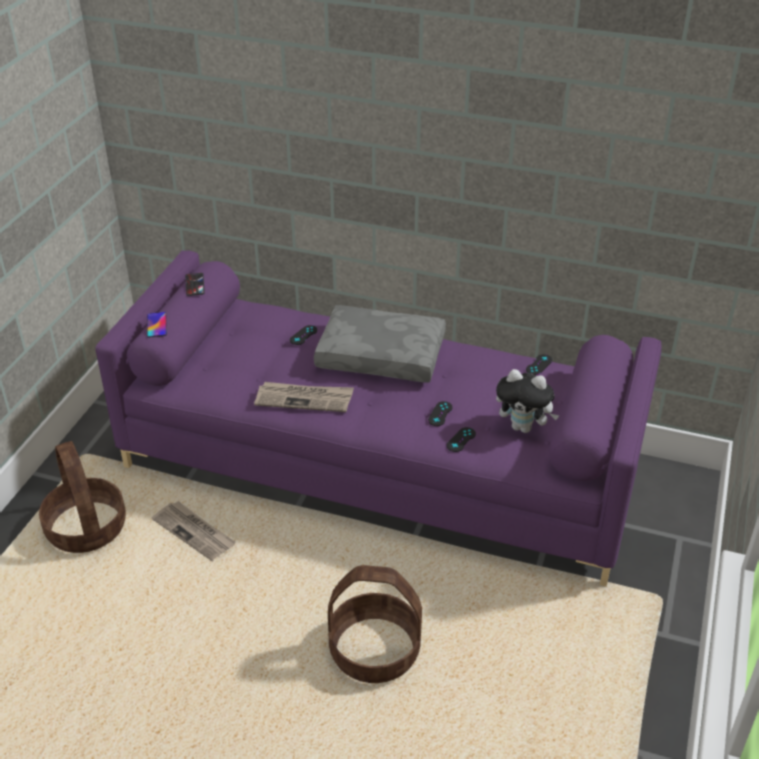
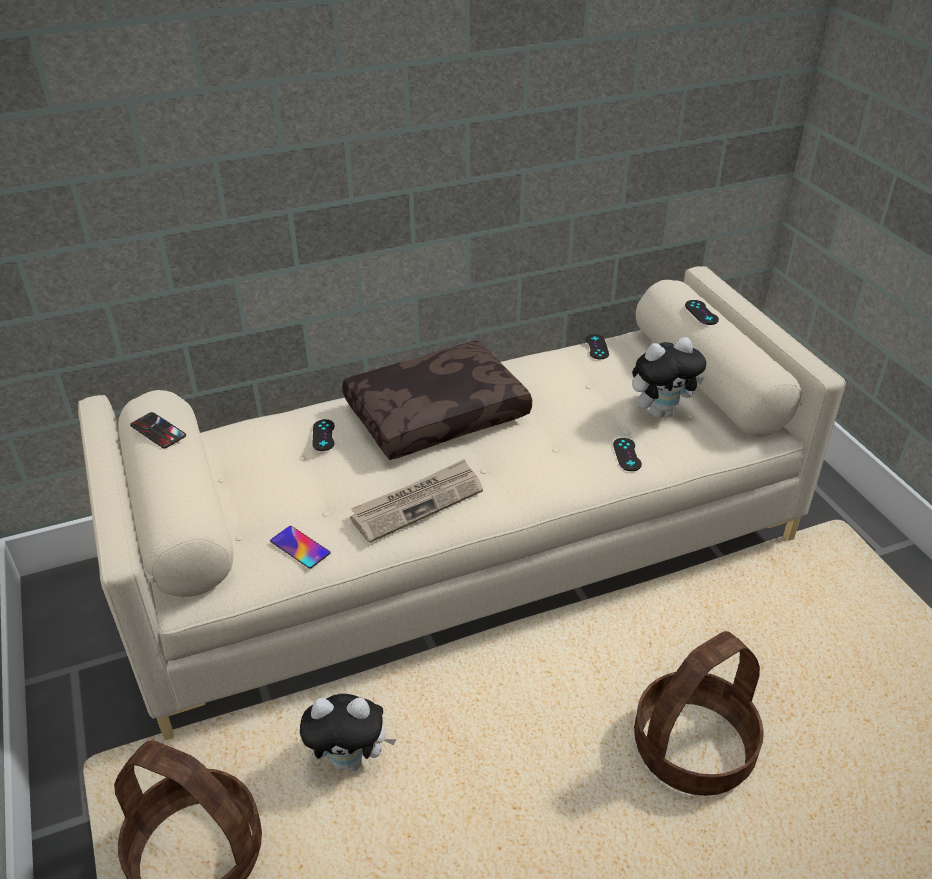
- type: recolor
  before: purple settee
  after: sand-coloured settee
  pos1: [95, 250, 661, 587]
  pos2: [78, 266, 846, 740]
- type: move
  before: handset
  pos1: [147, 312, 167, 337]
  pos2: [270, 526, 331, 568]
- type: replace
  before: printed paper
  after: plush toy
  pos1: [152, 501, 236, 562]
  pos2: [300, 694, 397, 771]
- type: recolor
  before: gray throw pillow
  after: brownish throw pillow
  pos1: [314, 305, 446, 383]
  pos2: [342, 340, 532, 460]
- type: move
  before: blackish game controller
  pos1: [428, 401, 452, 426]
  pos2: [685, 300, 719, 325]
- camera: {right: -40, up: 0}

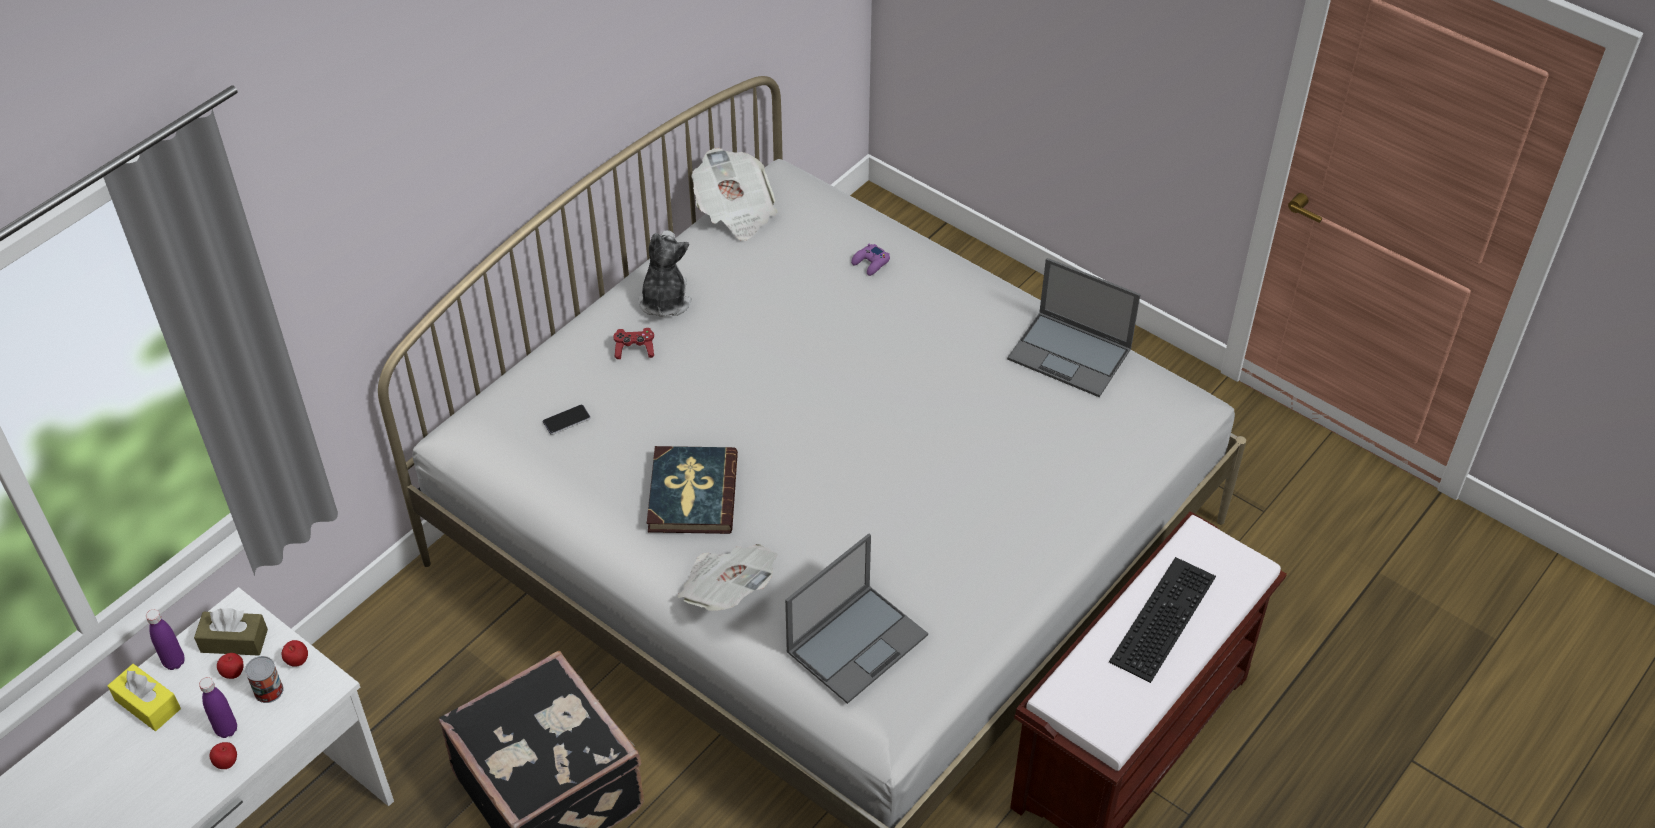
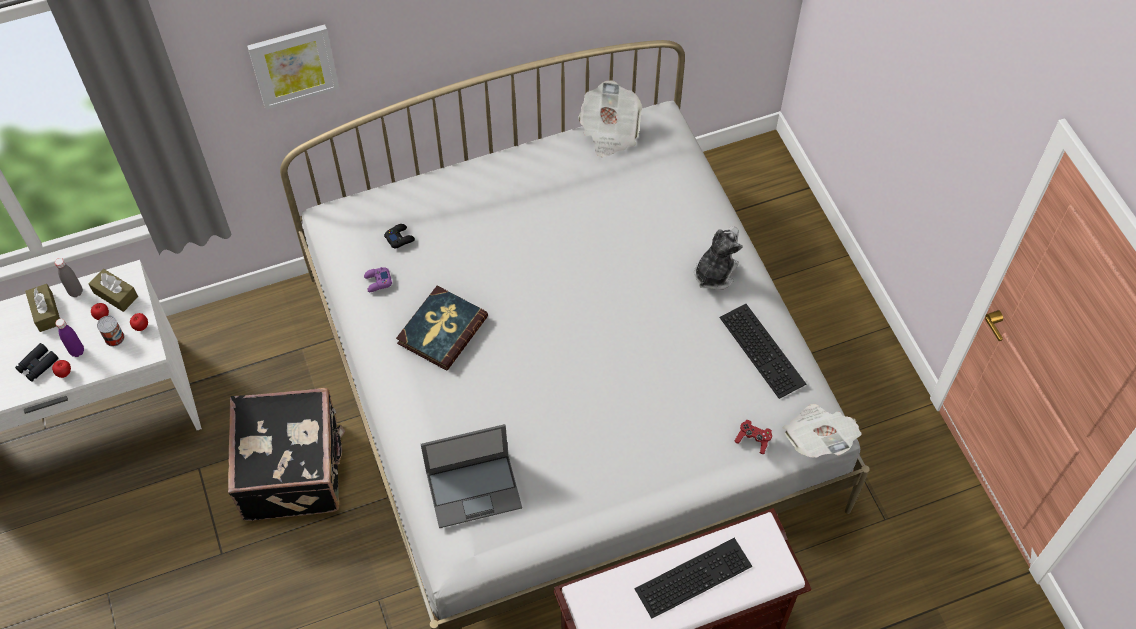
- type: insert
  after: blackish field glasses
  pos2: [15, 343, 59, 382]
- type: recolor
  before: yellow-coloured tissue holder
  after: brownish tissue holder
  pos1: [108, 664, 181, 731]
  pos2: [25, 284, 60, 332]
- type: recolor
  before: purple beverage bottle
  after: gray beverage bottle
  pos1: [146, 609, 185, 670]
  pos2: [55, 258, 83, 297]
- type: insert
  after: picture
  pos2: [247, 24, 339, 110]
- type: move
  before: purple game controller
  pos1: [851, 243, 890, 276]
  pos2: [364, 267, 392, 292]
- type: replace
  before: handset
  after: blackish game controller
  pos1: [543, 405, 591, 435]
  pos2: [384, 224, 415, 248]
- type: move
  before: plush toy
  pos1: [638, 230, 692, 317]
  pos2: [694, 226, 743, 290]
- type: replace
  before: notebook computer
  after: keyboard
  pos1: [1007, 258, 1141, 397]
  pos2: [720, 304, 806, 399]
- type: move
  before: red-coloured game controller
  pos1: [613, 328, 654, 359]
  pos2: [734, 420, 772, 454]
- type: move
  before: printed paper
  pos1: [677, 544, 778, 611]
  pos2: [782, 404, 862, 458]
- camera: {right: 30, up: 10}

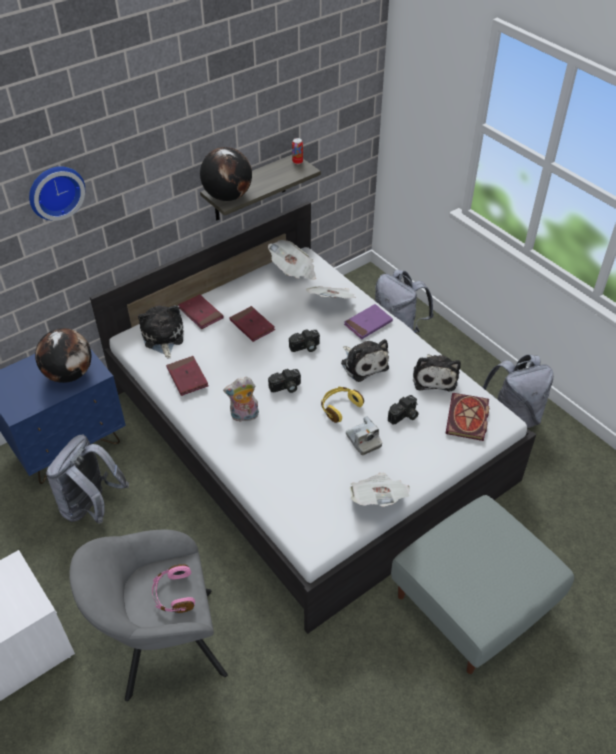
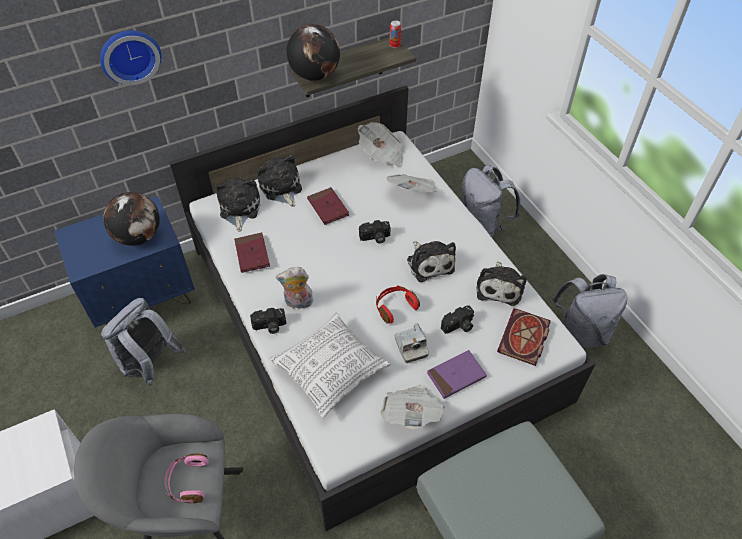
- type: move
  before: photo camera
  pos1: [268, 369, 301, 393]
  pos2: [250, 308, 286, 334]
- type: replace
  before: red-coloured volume
  after: plush toy
  pos1: [178, 294, 224, 329]
  pos2: [257, 155, 302, 207]
- type: insert
  after: throw pillow
  pos2: [269, 313, 391, 418]
- type: recolor
  before: yellow-coloured headset
  after: red-coloured headset
  pos1: [321, 387, 364, 423]
  pos2: [376, 285, 420, 324]
- type: move
  before: purple volume
  pos1: [344, 304, 393, 340]
  pos2: [427, 350, 487, 399]
- camera: {right: 10, up: 5}

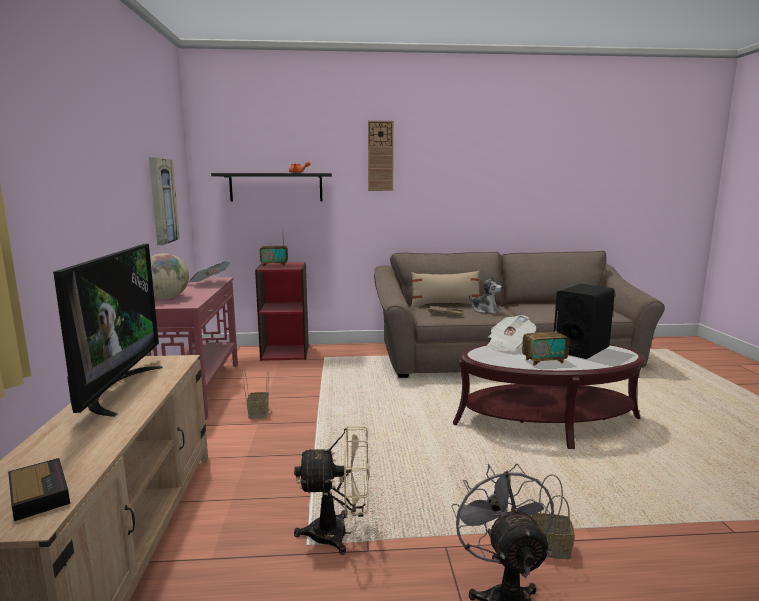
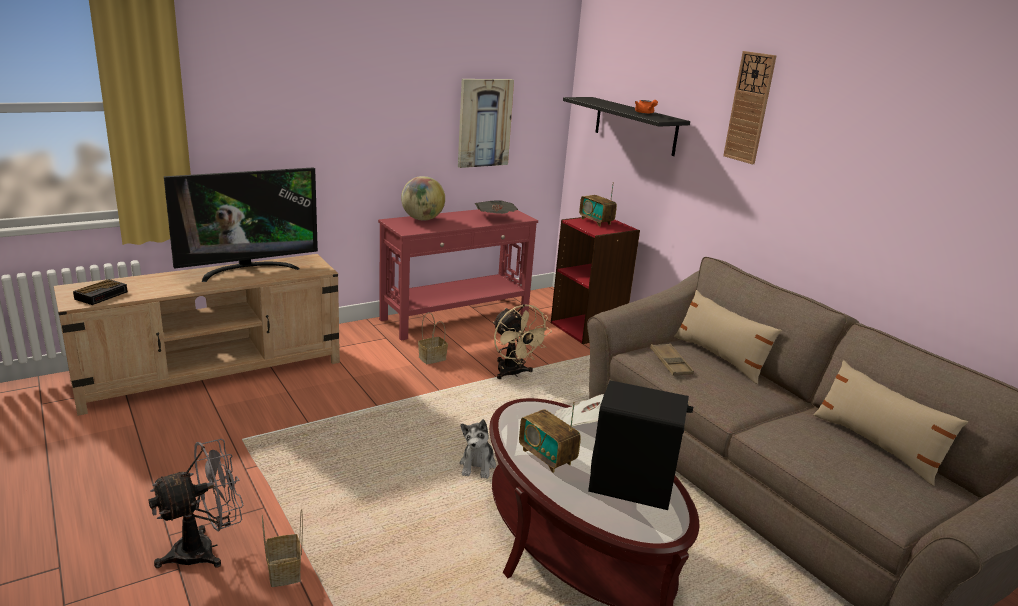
- type: move
  before: plush toy
  pos1: [469, 275, 502, 314]
  pos2: [460, 419, 496, 479]
- type: move
  before: sand-coloured electric fan
  pos1: [294, 426, 369, 555]
  pos2: [493, 304, 552, 379]
- type: insert
  after: sand-coloured throw pillow
  pos2: [813, 360, 968, 486]
- camera: {right: 60, up: 10}

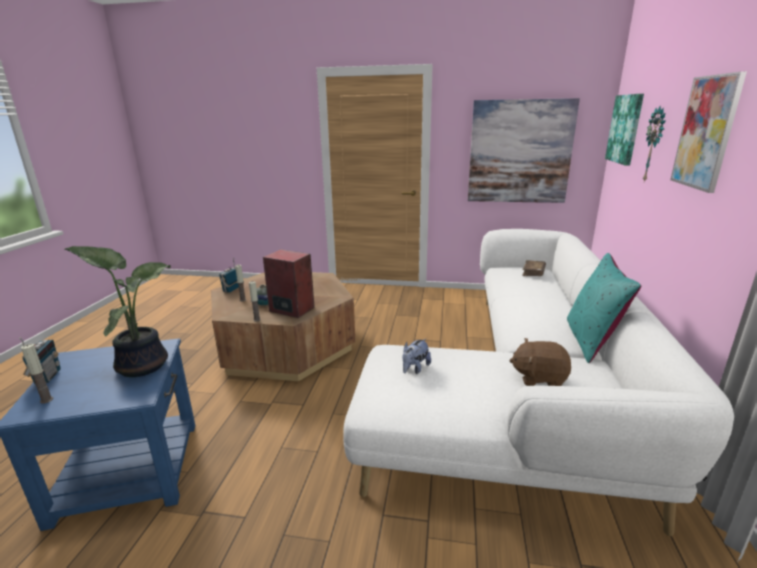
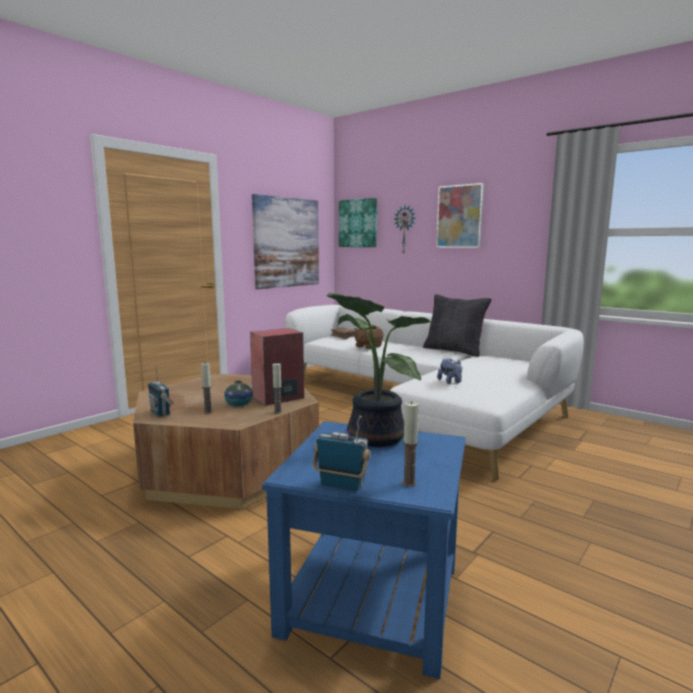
- type: move
  before: brownish plush toy
  pos1: [509, 338, 571, 386]
  pos2: [354, 325, 383, 349]
- type: recolor
  before: turquoise-coloured throw pillow
  after: blackish throw pillow
  pos1: [567, 253, 641, 363]
  pos2: [423, 294, 492, 357]
- camera: {right: -60, up: -10}

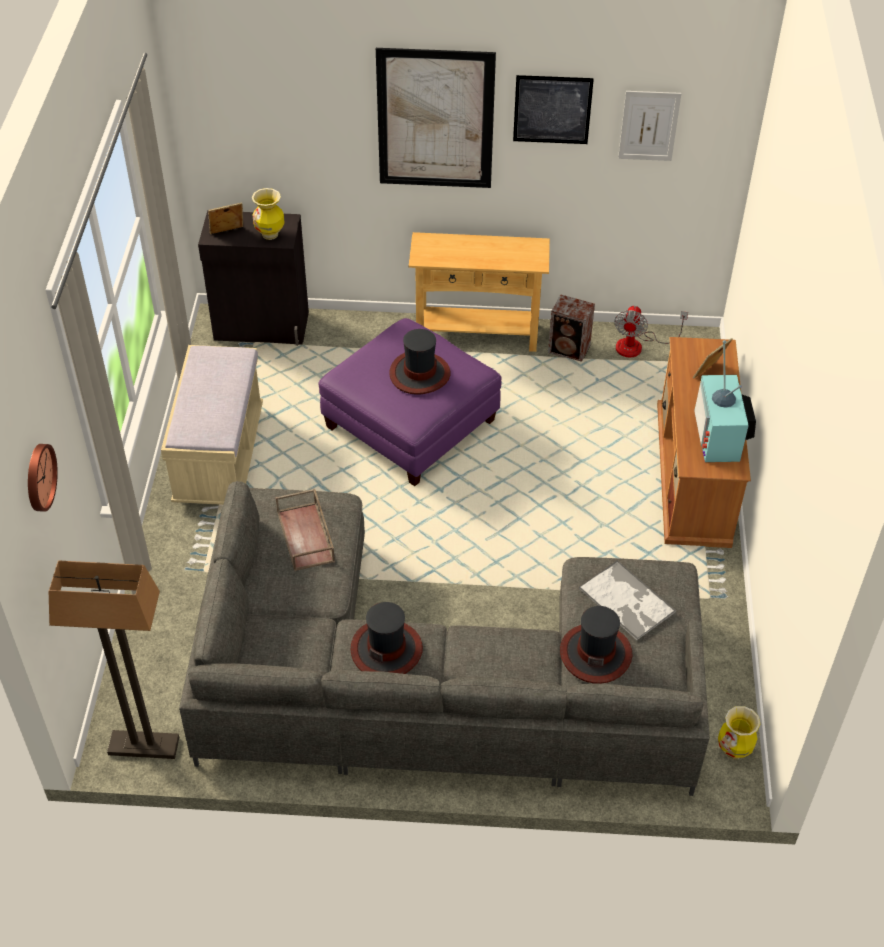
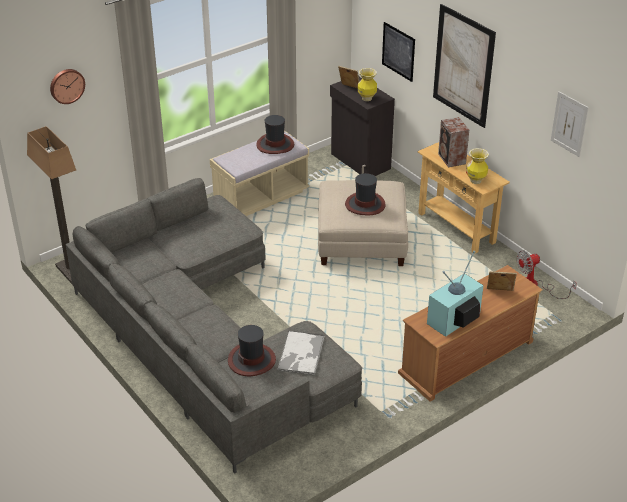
- type: move
  before: clothing hat
  pos1: [351, 602, 423, 674]
  pos2: [256, 115, 294, 154]
- type: recolor
  before: purple footrest
  after: sand-coloured footrest
  pos1: [318, 318, 501, 486]
  pos2: [318, 180, 408, 266]
- type: move
  before: picture
  pos1: [513, 75, 594, 144]
  pos2: [382, 22, 415, 82]
- type: move
  before: loudspeaker
  pos1: [548, 294, 595, 362]
  pos2: [438, 117, 469, 167]
- type: move
  before: flower vase
  pos1: [718, 706, 760, 759]
  pos2: [466, 148, 489, 184]
- type: delete
  before: brownish serving tray
  pos1: [276, 489, 335, 571]
- camera: {right: 50, up: -10}

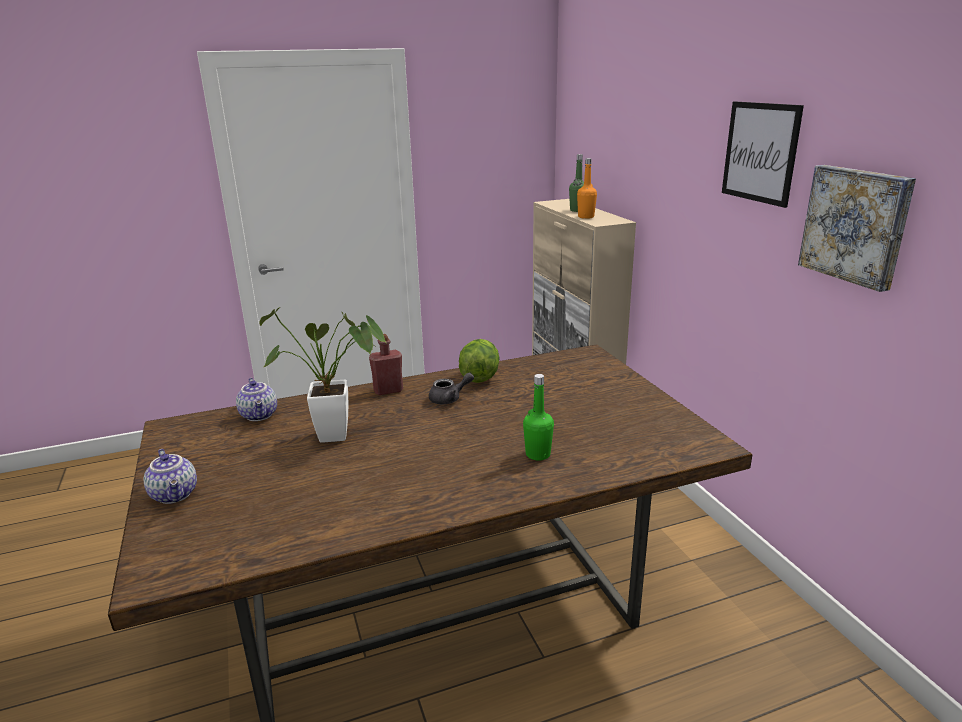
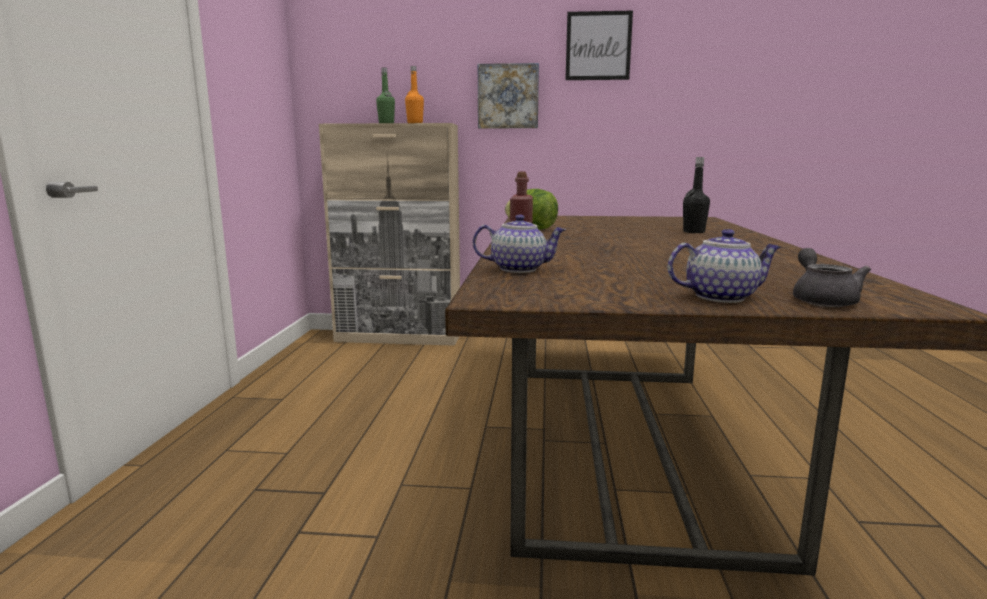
- type: move
  before: picture
  pos1: [798, 165, 916, 292]
  pos2: [478, 63, 539, 129]
- type: recolor
  before: green-coloured beverage bottle
  after: blackish beverage bottle
  pos1: [523, 374, 554, 461]
  pos2: [683, 157, 710, 233]
- type: move
  before: gray pot for tea
  pos1: [429, 372, 474, 404]
  pos2: [793, 248, 871, 307]
- type: delete
  before: houseplant
  pos1: [259, 307, 386, 443]
- camera: {right: -65, up: -10}

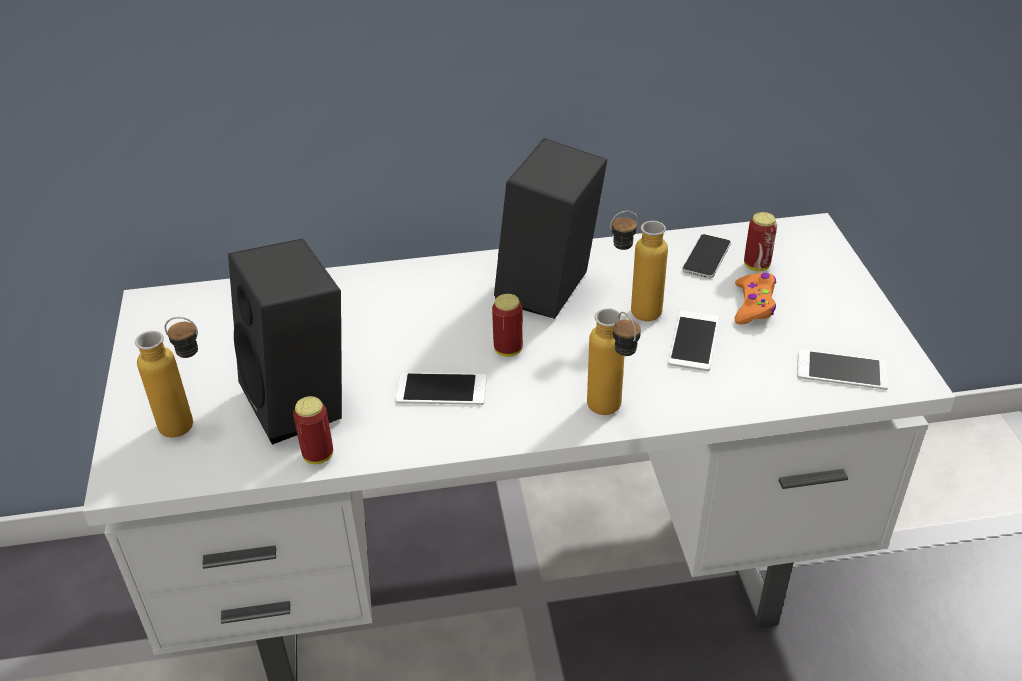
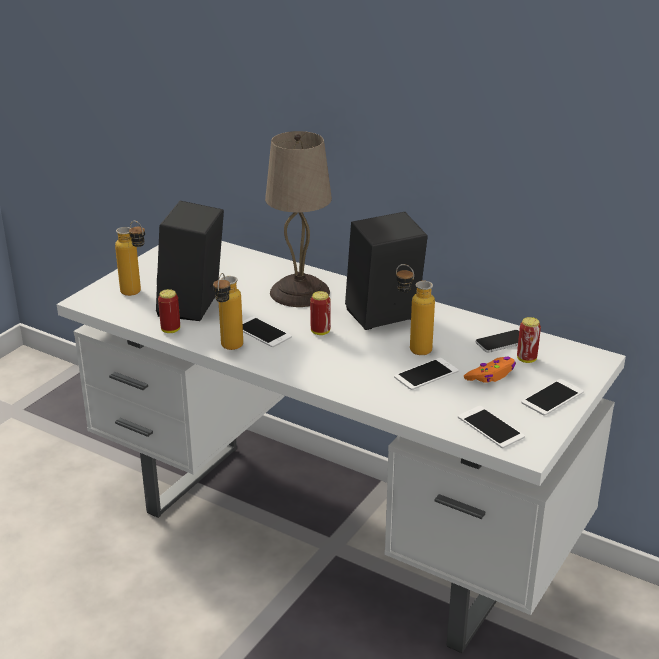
- type: move
  before: beverage bottle
  pos1: [587, 308, 641, 415]
  pos2: [213, 273, 243, 350]
- type: insert
  after: sand-coloured table lamp
  pos2: [265, 131, 332, 307]
- type: insert
  after: handset
  pos2: [521, 379, 584, 416]
- camera: {right: 40, up: -10}

